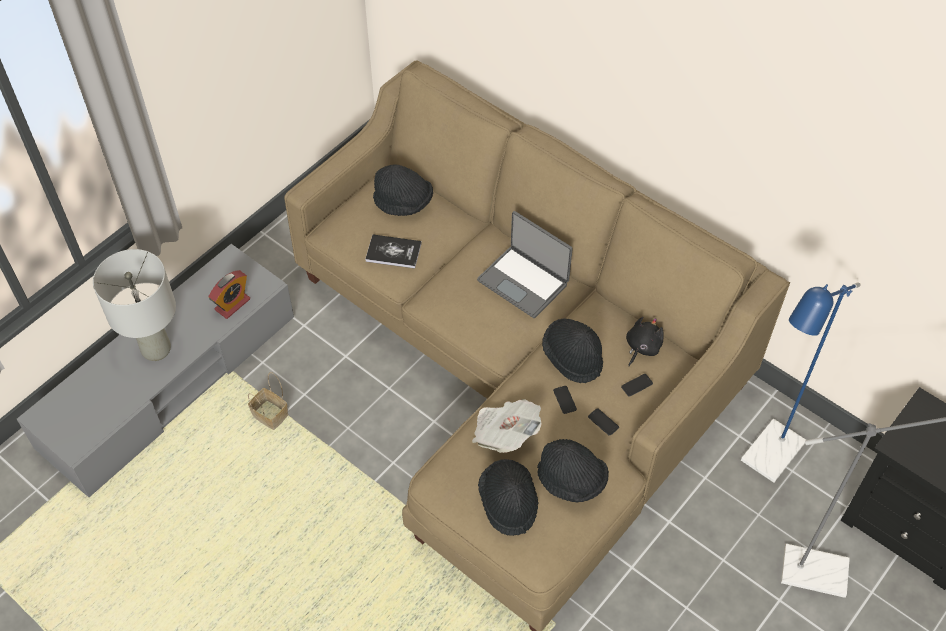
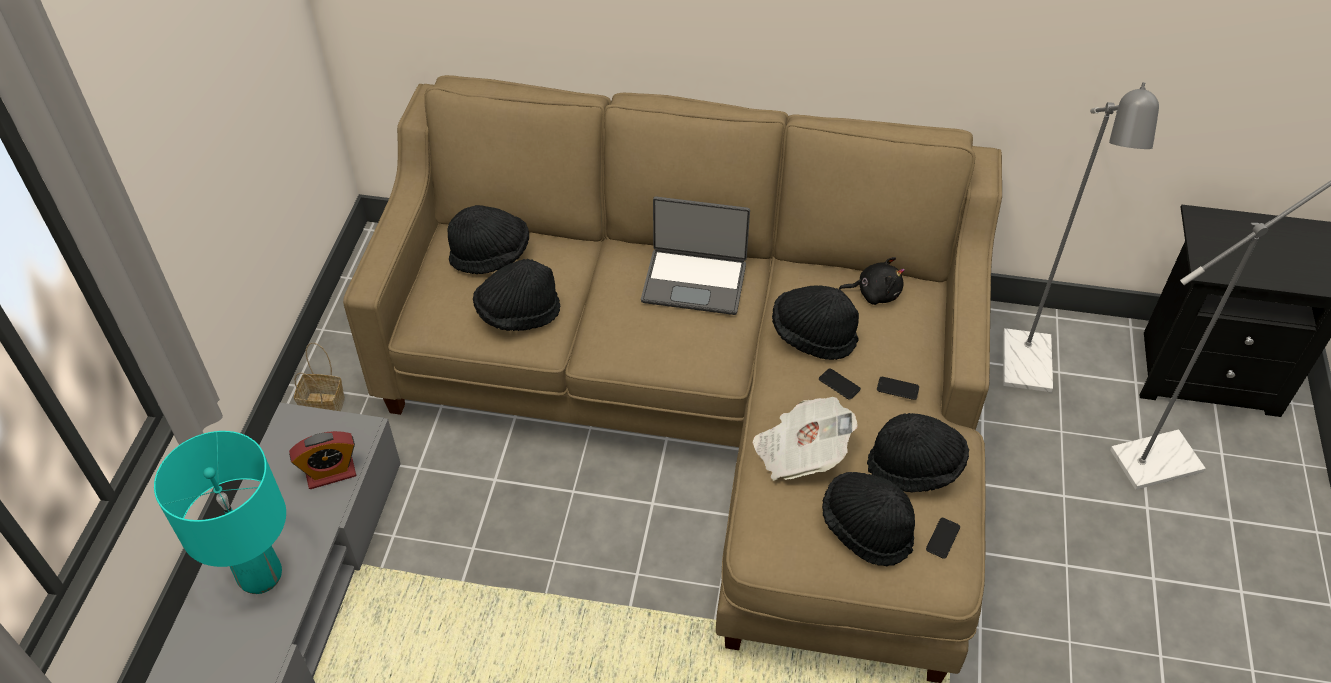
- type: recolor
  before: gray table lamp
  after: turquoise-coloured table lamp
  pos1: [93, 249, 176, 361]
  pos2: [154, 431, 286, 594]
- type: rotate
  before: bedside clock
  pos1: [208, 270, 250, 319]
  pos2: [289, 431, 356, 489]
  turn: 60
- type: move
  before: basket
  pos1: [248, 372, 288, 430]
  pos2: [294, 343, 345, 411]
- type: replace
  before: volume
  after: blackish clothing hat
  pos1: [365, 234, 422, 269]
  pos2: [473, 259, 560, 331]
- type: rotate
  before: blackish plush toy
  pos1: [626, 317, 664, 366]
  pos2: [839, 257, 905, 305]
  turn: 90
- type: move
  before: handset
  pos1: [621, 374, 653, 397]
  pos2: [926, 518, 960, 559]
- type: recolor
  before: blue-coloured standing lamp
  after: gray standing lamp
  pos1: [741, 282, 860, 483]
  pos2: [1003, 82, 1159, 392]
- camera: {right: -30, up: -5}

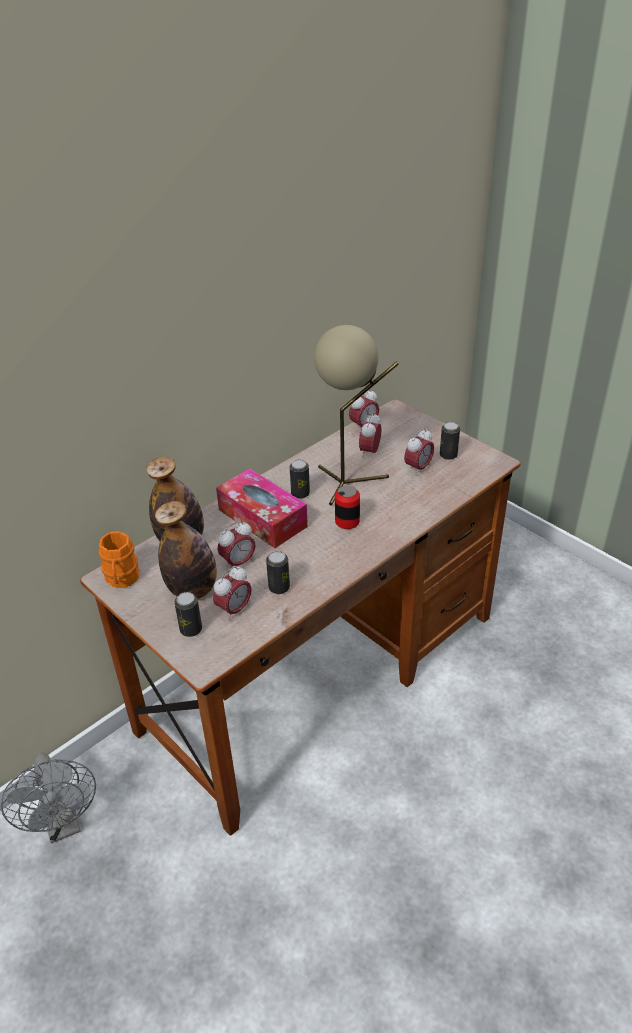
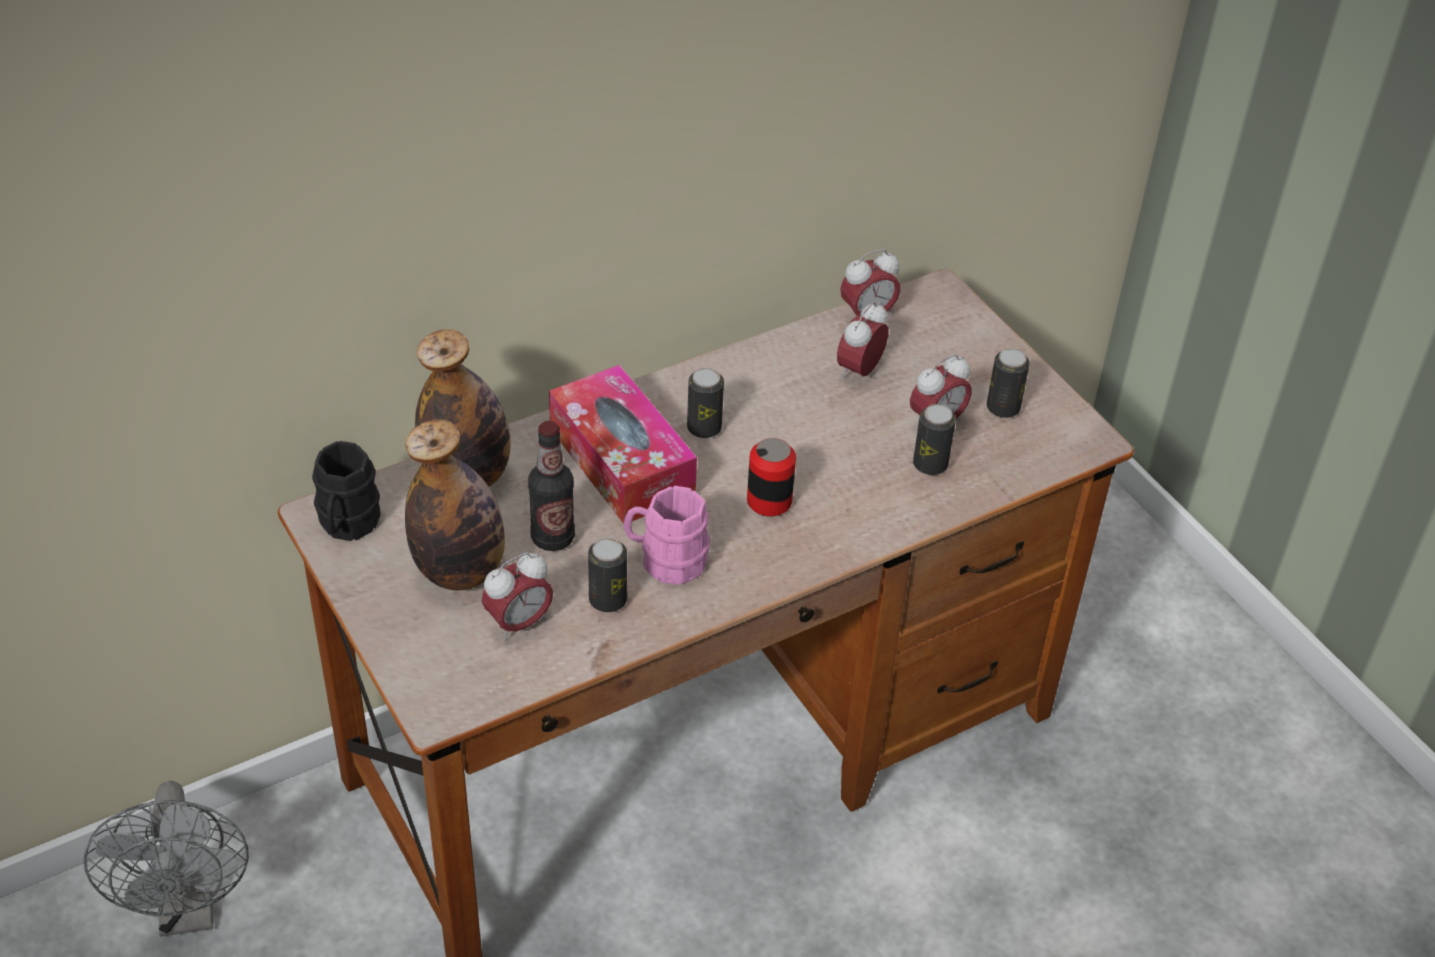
- type: recolor
  before: orange mug
  after: blackish mug
  pos1: [99, 531, 139, 588]
  pos2: [312, 441, 380, 541]
- type: replace
  before: bedside clock
  after: beverage bottle
  pos1: [218, 521, 256, 571]
  pos2: [528, 421, 575, 551]
- type: insert
  after: pinkish mug
  pos2: [624, 486, 710, 585]
- type: move
  before: sealed can
  pos1: [174, 592, 202, 637]
  pos2: [913, 404, 956, 475]
- type: delete
  before: sand-coloured table lamp
  pos1: [314, 325, 399, 505]
- camera: {right: 10, up: 5}

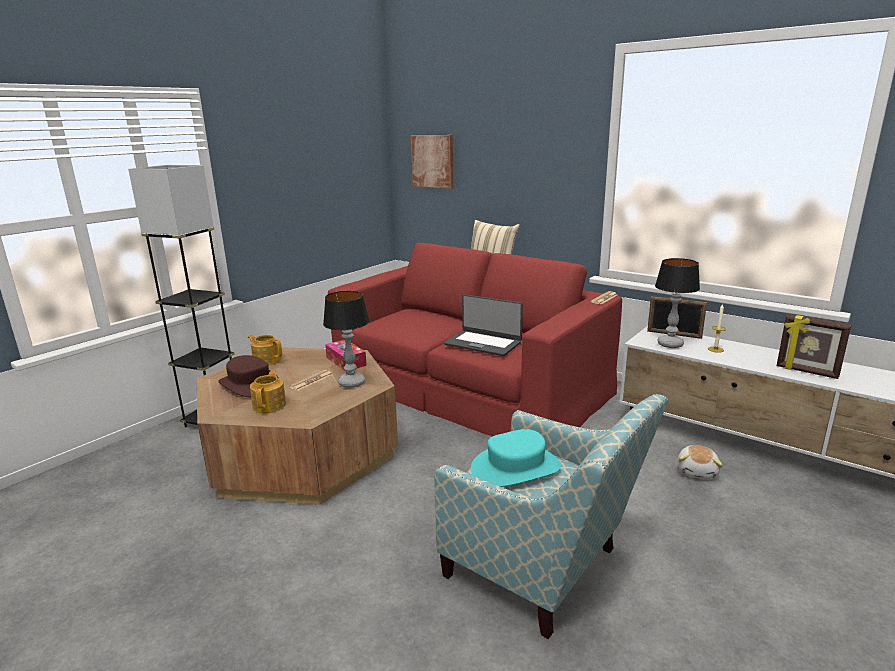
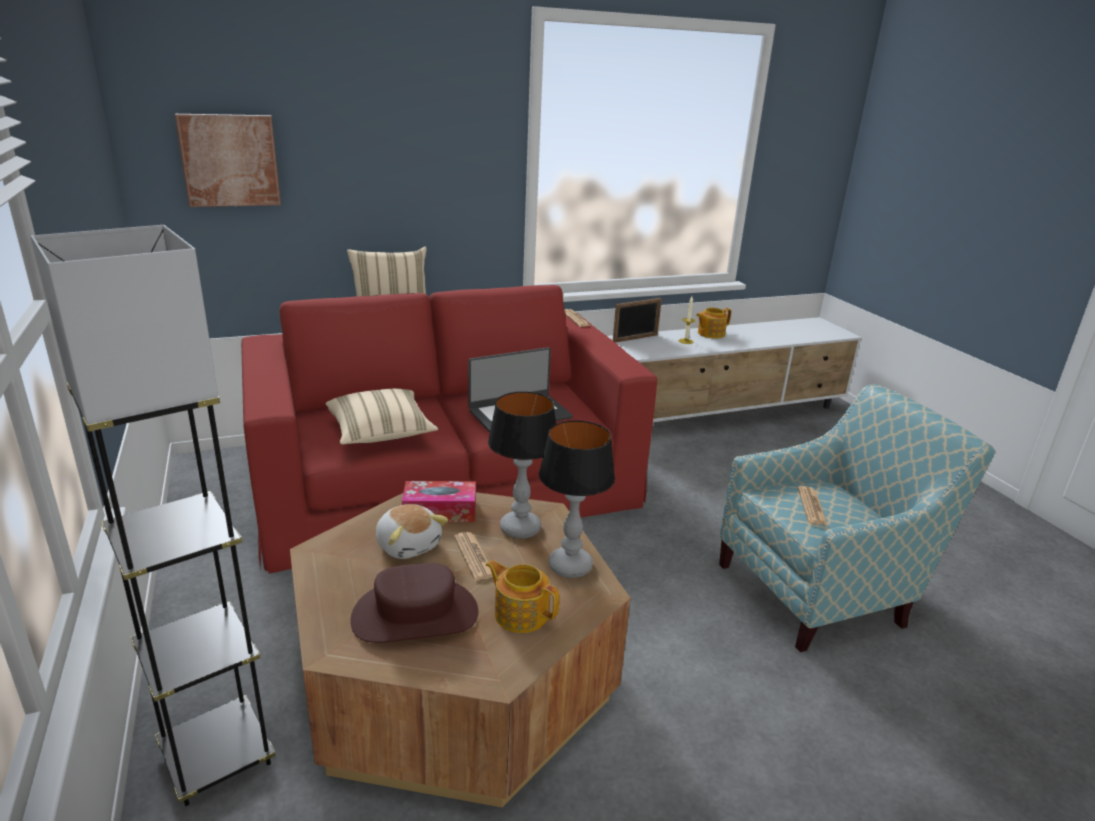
- type: insert
  after: sand-coloured throw pillow
  pos2: [325, 389, 438, 445]
- type: move
  before: plush toy
  pos1: [677, 445, 723, 479]
  pos2: [376, 504, 448, 559]
- type: move
  before: table lamp
  pos1: [655, 258, 700, 348]
  pos2: [539, 420, 615, 578]
- type: move
  before: pot for tea
  pos1: [248, 335, 282, 366]
  pos2: [696, 308, 731, 339]
- type: replace
  before: turquoise-coloured clothing hat
  after: printed paper
  pos1: [471, 429, 561, 487]
  pos2: [798, 486, 828, 525]
- type: delete
  before: picture frame
  pos1: [777, 314, 852, 379]
- camera: {right: -60, up: 5}

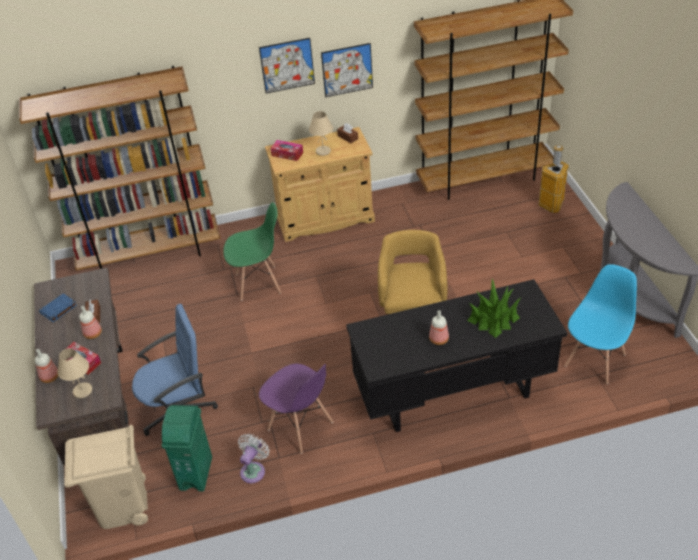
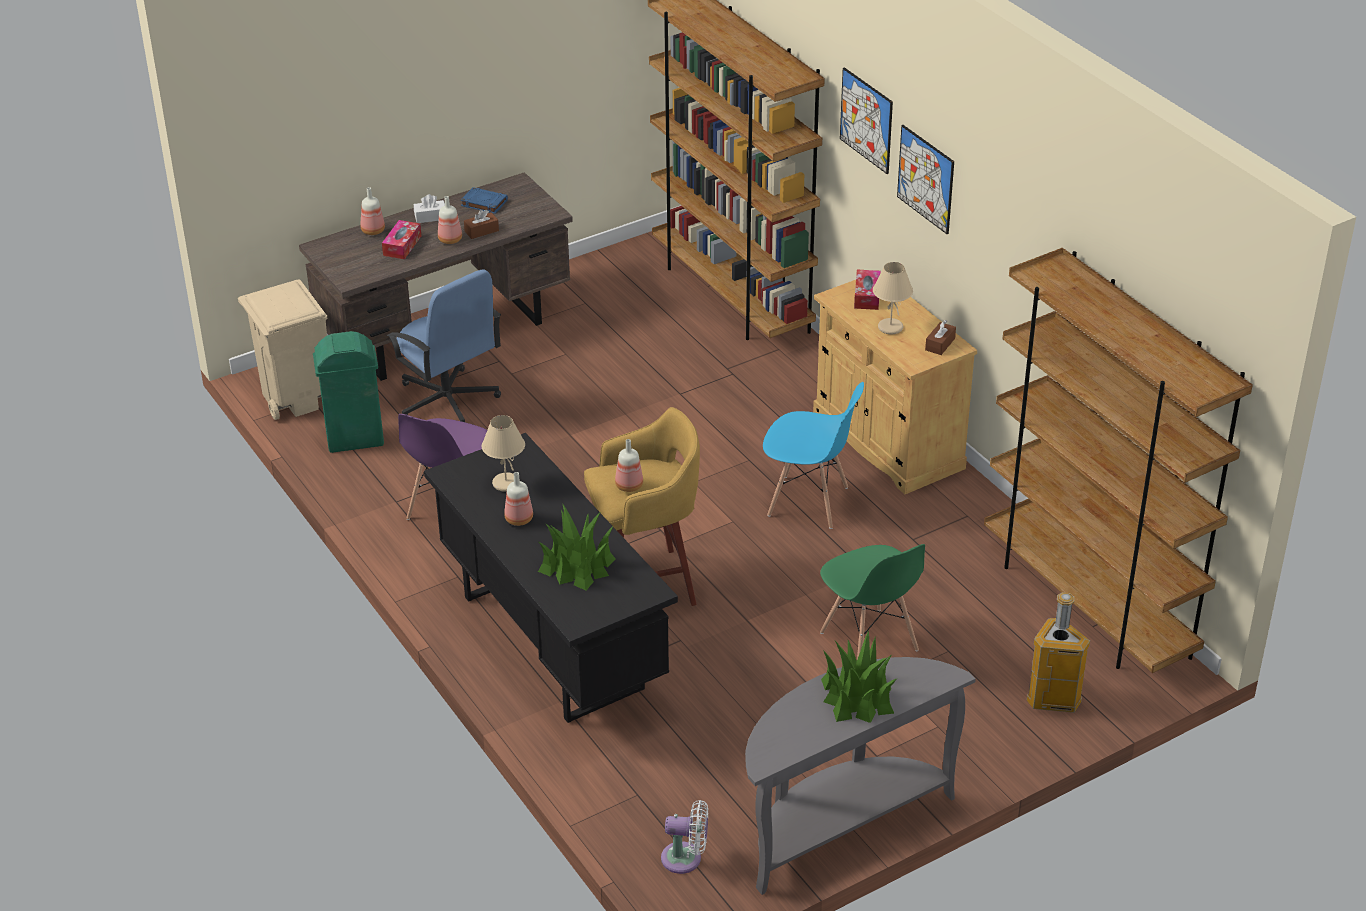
- type: insert
  after: whitish tissue holder
  pos2: [414, 194, 445, 223]
- type: move
  before: sand-coloured table lamp
  pos1: [57, 348, 92, 398]
  pos2: [482, 415, 525, 492]
- type: insert
  after: beverage bottle
  pos2: [615, 439, 643, 492]
- type: move
  before: whitish electric fan
  pos1: [238, 434, 269, 483]
  pos2: [661, 800, 708, 874]
- type: move
  before: blue-coloured plain chair
  pos1: [564, 264, 637, 384]
  pos2: [763, 382, 864, 529]
- type: move
  before: green-coloured plain chair
  pos1: [223, 202, 281, 301]
  pos2: [820, 544, 925, 659]
- type: insert
  after: houseplant
  pos2: [821, 630, 898, 723]
- type: move
  before: picture
  pos1: [321, 43, 373, 97]
  pos2: [840, 67, 893, 174]
- camera: {right: 70, up: -5}

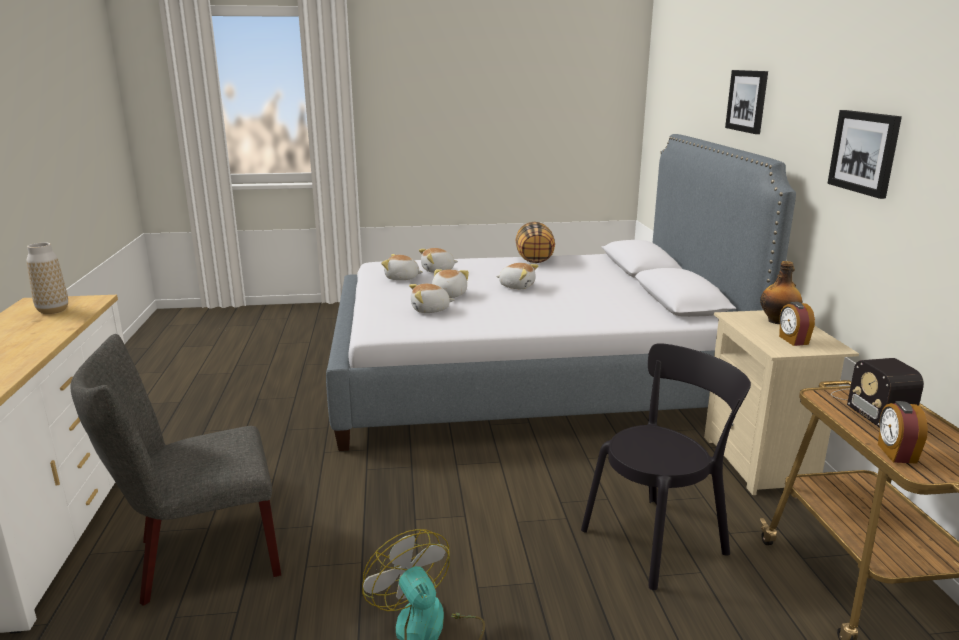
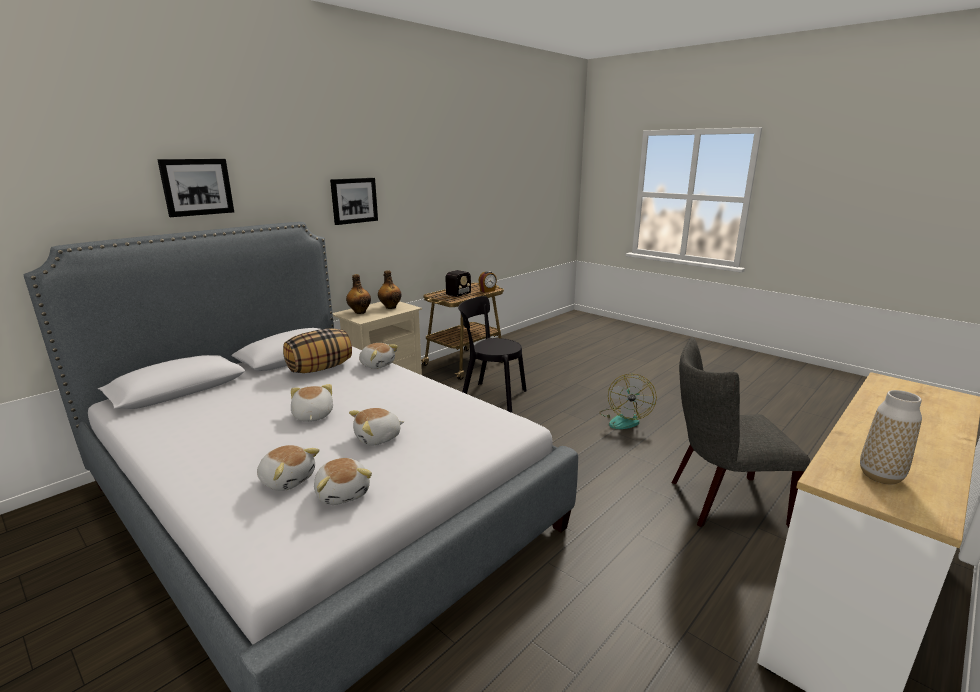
- type: move
  before: throw pillow
  pos1: [516, 222, 555, 263]
  pos2: [283, 328, 352, 373]
- type: move
  before: plush toy
  pos1: [409, 284, 454, 313]
  pos2: [359, 343, 398, 369]
- type: replace
  before: bedside clock
  after: beverage bottle
  pos1: [779, 302, 815, 346]
  pos2: [378, 270, 401, 309]
- type: rotate
  before: gray plain chair
  pos1: [71, 334, 281, 606]
  pos2: [672, 337, 810, 527]
  turn: 150
- camera: {right: -130, up: 0}

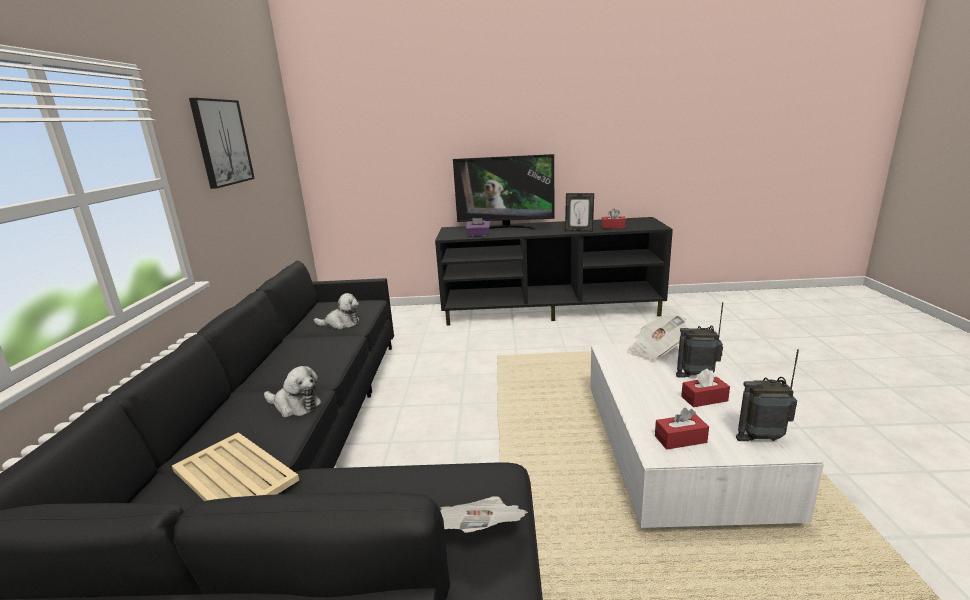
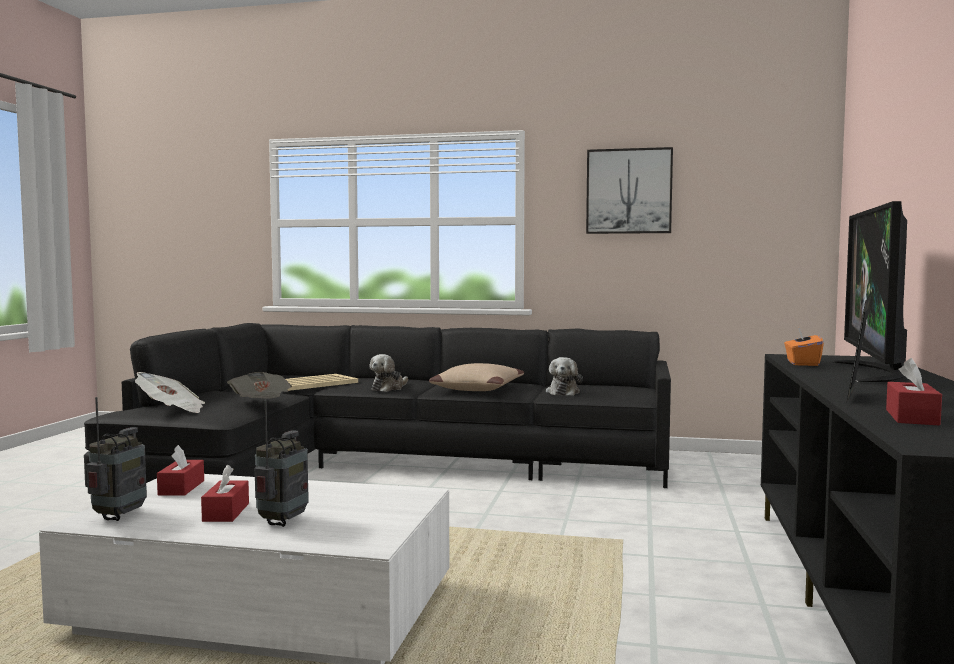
- type: move
  before: printed paper
  pos1: [627, 315, 687, 360]
  pos2: [227, 372, 292, 399]
- type: insert
  after: sand-coloured throw pillow
  pos2: [429, 363, 524, 391]
- type: recolor
  before: purple tissue holder
  after: orange tissue holder
  pos1: [466, 218, 490, 237]
  pos2: [784, 327, 824, 366]
- camera: {right: 100, up: -15}

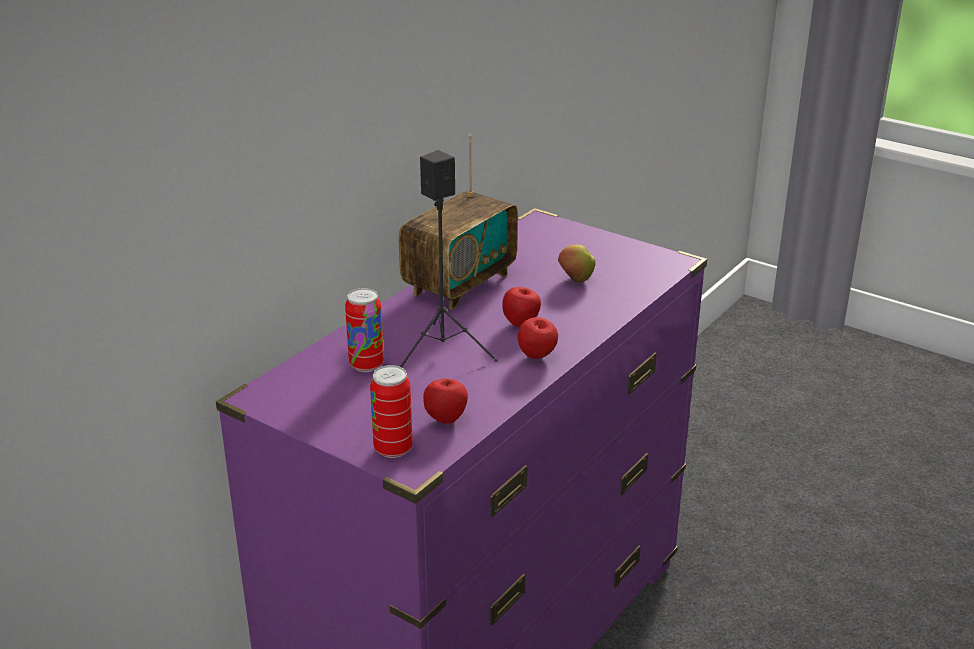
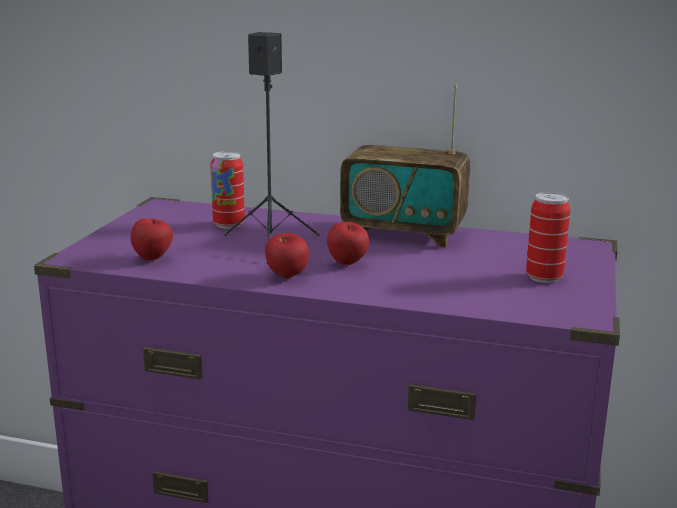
- type: move
  before: sealed can
  pos1: [370, 365, 413, 458]
  pos2: [526, 192, 570, 283]
- type: delete
  before: whole apple
  pos1: [558, 245, 596, 282]
- camera: {right: 70, up: -10}

